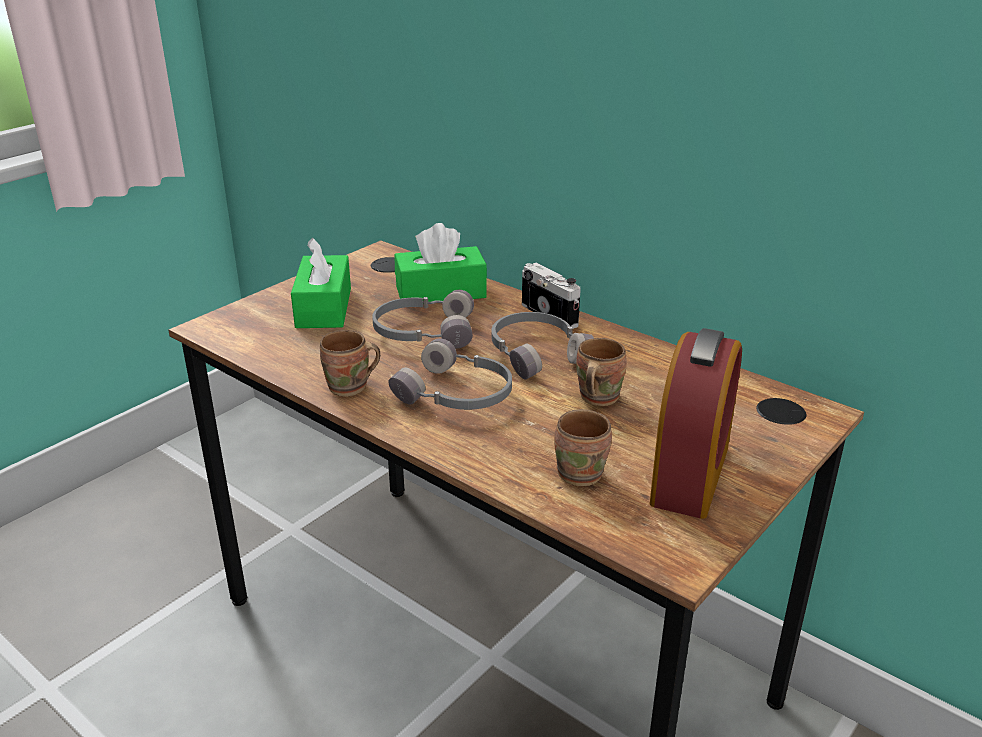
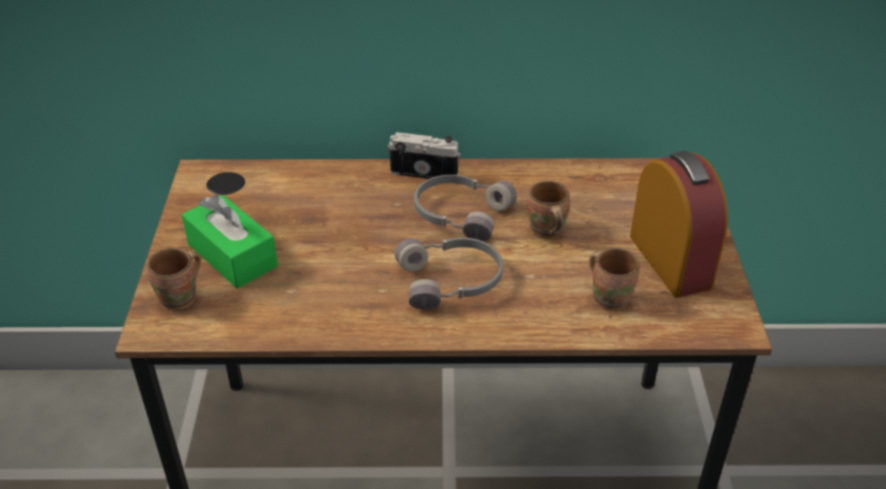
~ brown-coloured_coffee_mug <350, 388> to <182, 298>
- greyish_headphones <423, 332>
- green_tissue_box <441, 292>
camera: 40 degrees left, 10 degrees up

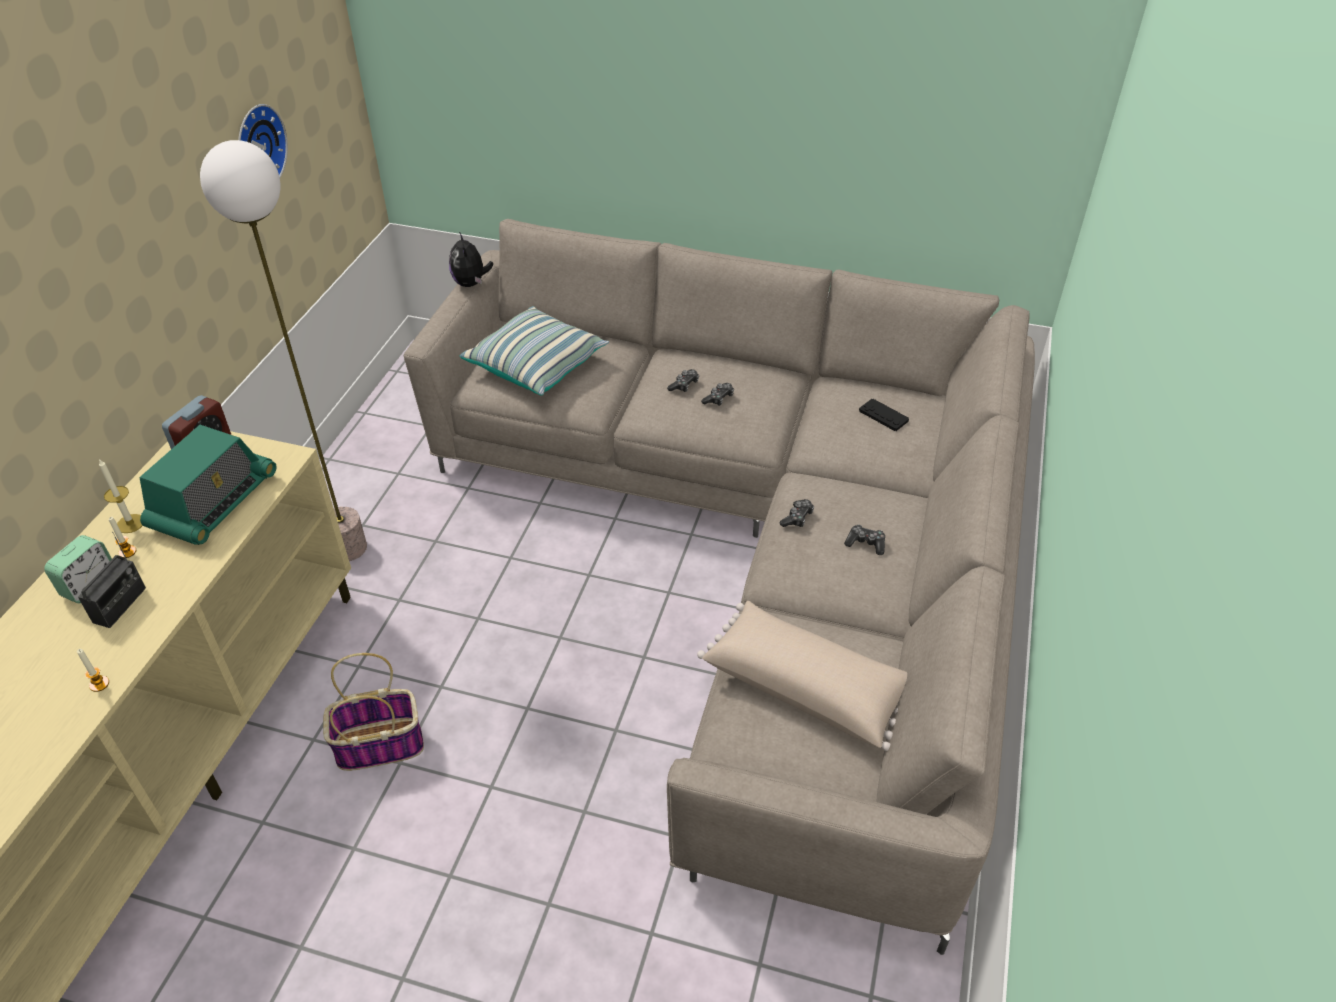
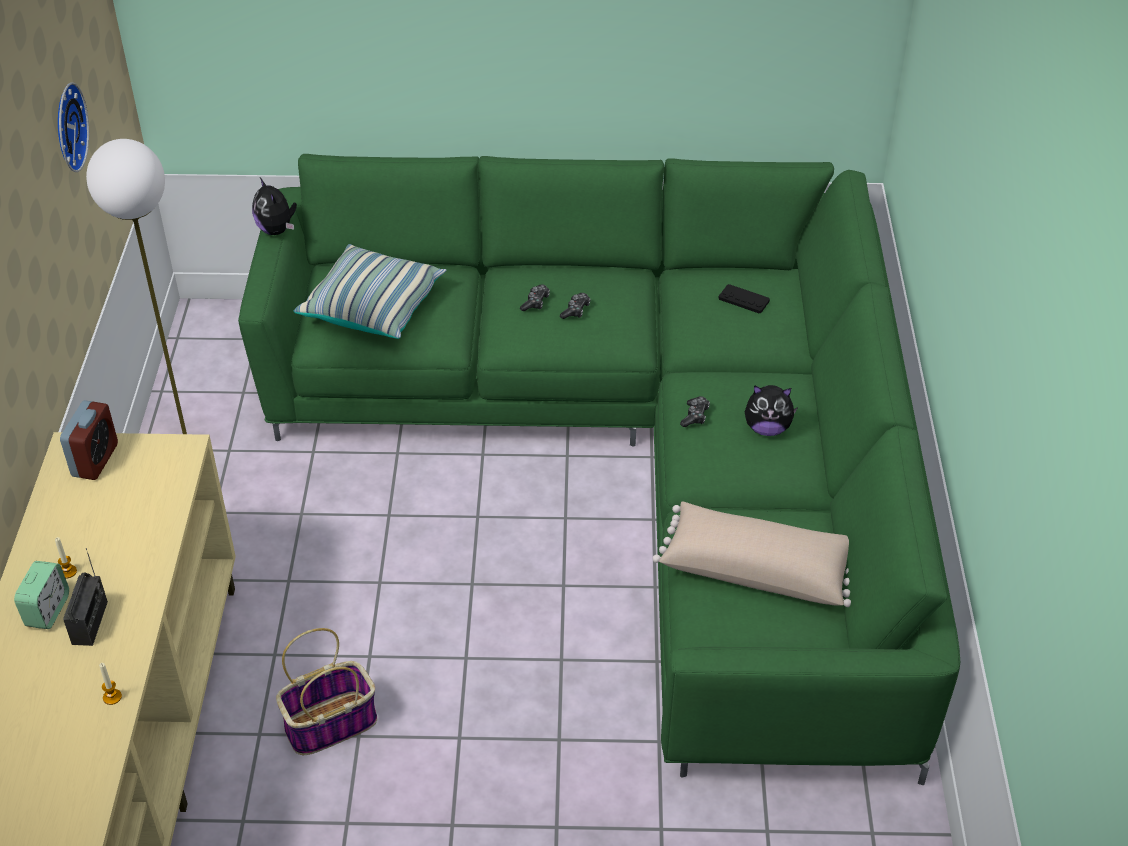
~ beige-coloured_settee <760, 552> to green_settee <642, 460>
~ game_controller <865, 543> to plush_toy <767, 428>
- wax_light <130, 523>
- radio_receiver <213, 503>
camera: 15 degrees left, 0 degrees up

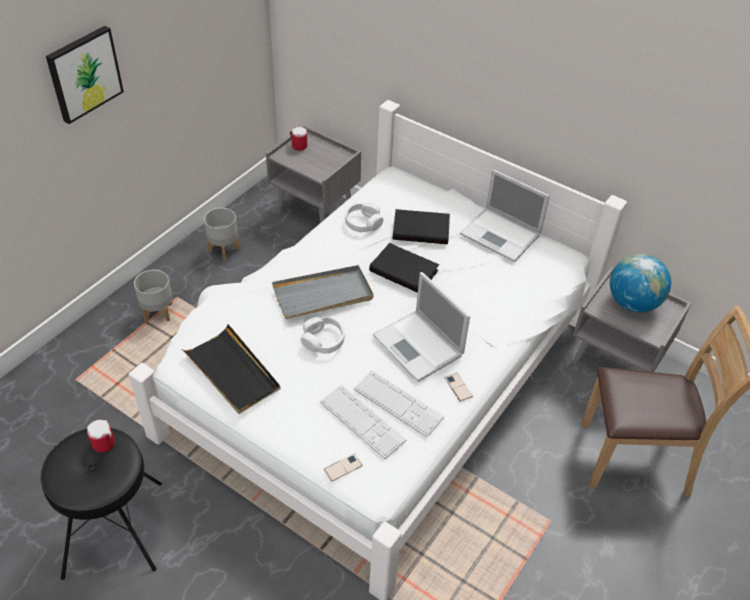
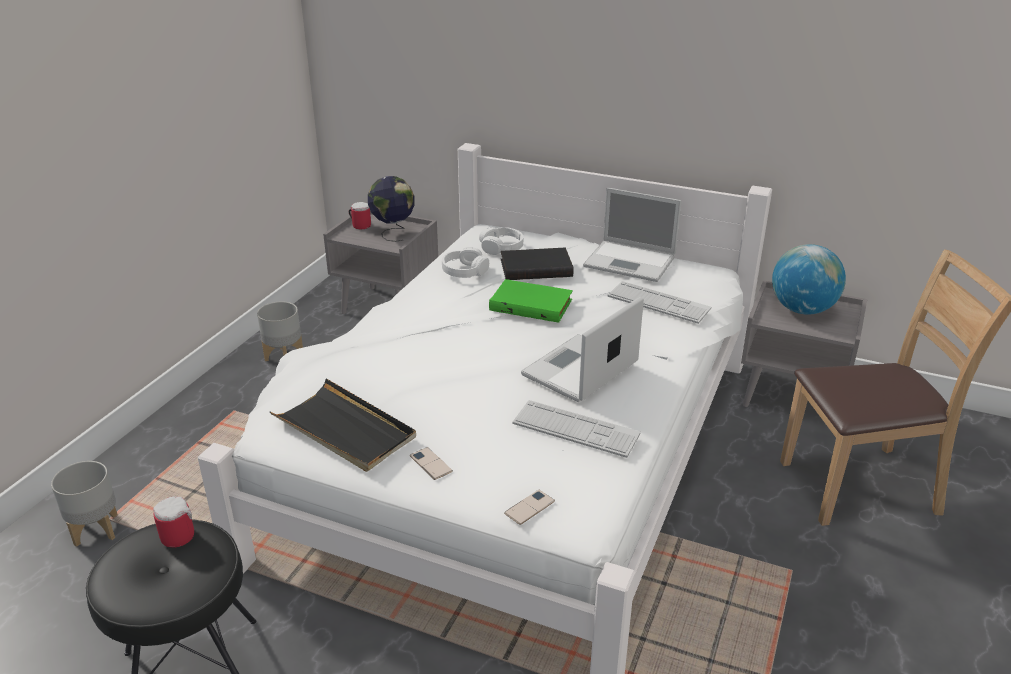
~ greyish_planter <158, 313> to <96, 531>
+ desk_globe <393, 233>
~ phone <458, 387> to <430, 464>
~ whitish_headphones <323, 340> to <501, 247>
~ black_book <405, 270> to green_book <532, 304>
~ portable_computer <419, 346> = <579, 370> 90 degrees clockwise
~ PC_keyboard <362, 421> to <658, 303>
- wall_picture <84, 73>
- greyish_serving_tray <323, 295>
camera: 10 degrees left, 15 degrees down

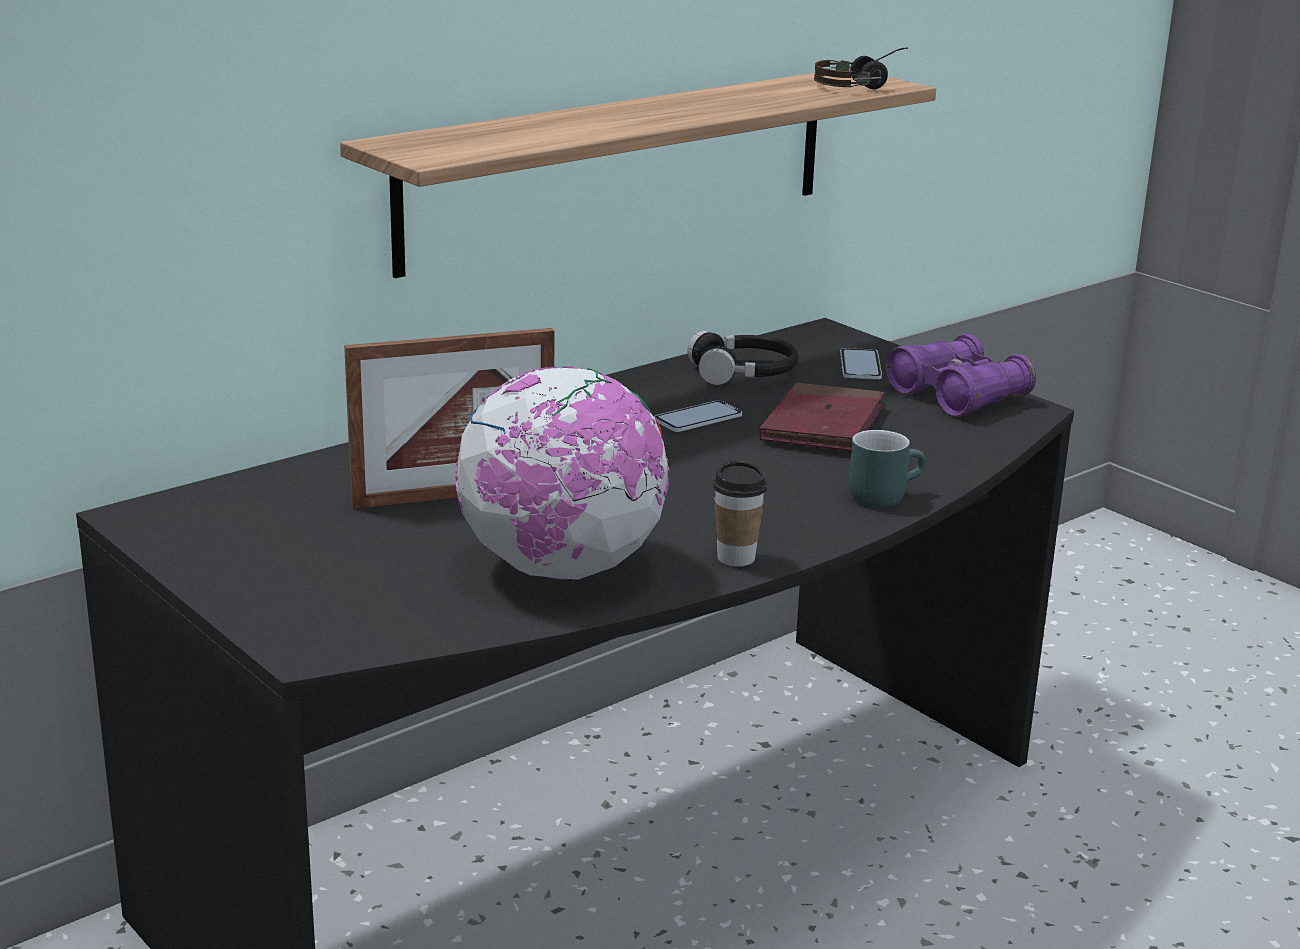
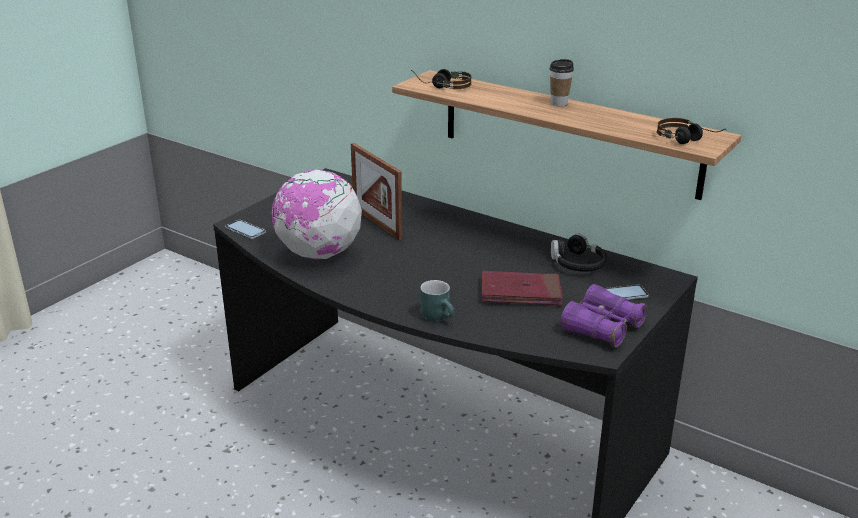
~ phone <698, 418> to <245, 230>
+ headphones <442, 86>
~ cup <736, 558> to <559, 103>
camera: 75 degrees right, 5 degrees up

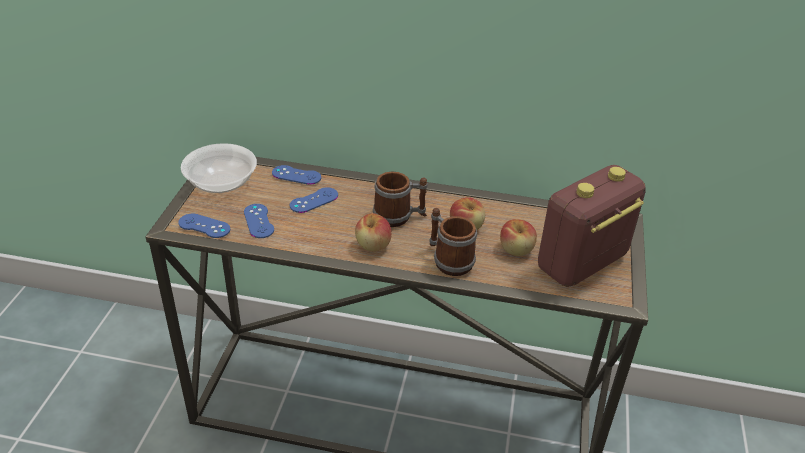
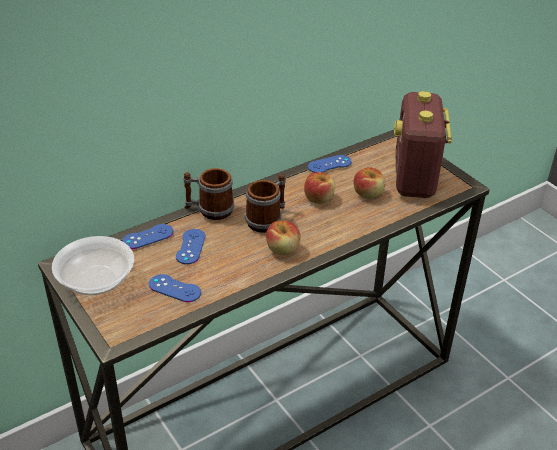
~ coffee_mug <448, 260> to <209, 210>
~ bluish_game_controller <204, 226> to <329, 164>
camera: 45 degrees left, 0 degrees up

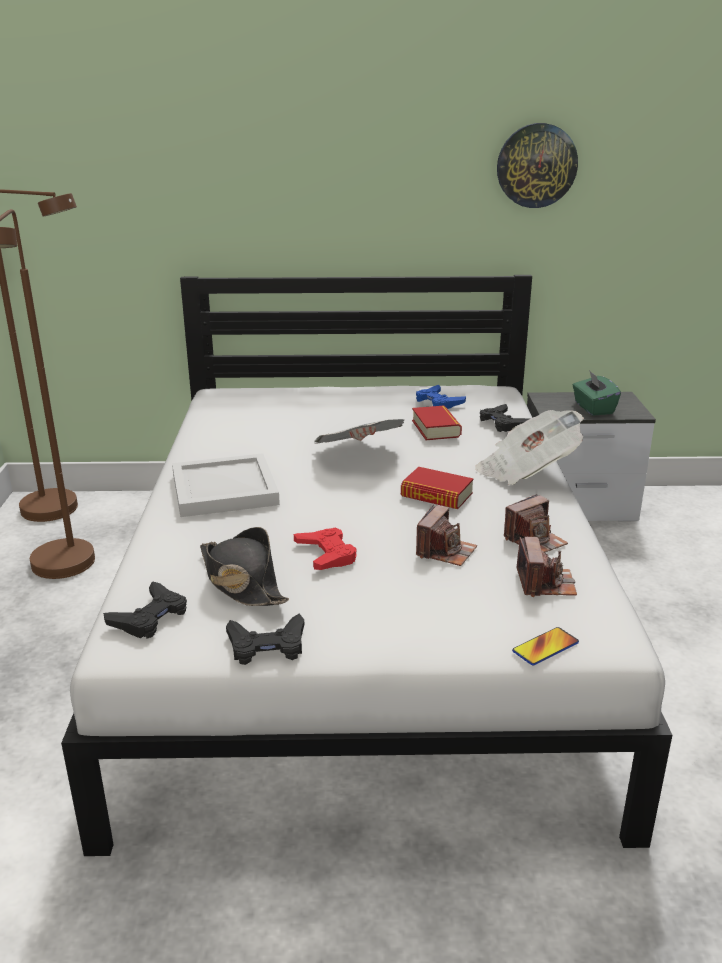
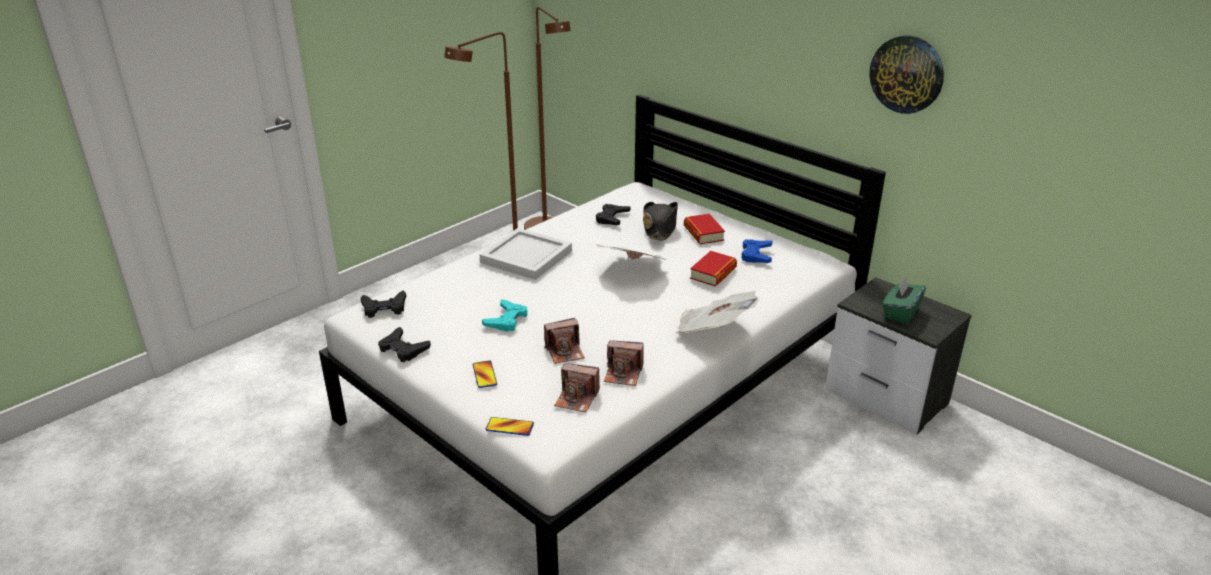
+ phone <484, 375>
~ reddish_game_controller <326, 554> to turquoise-coloured_game_controller <506, 320>
~ still_camera <545, 583> = <577, 398> 60 degrees clockwise
~ black_game_controller <503, 423> to <612, 218>
~ black_wearable_hat <241, 581> to <660, 227>
~ book <436, 495> to <703, 233>
camera: 45 degrees right, 5 degrees up

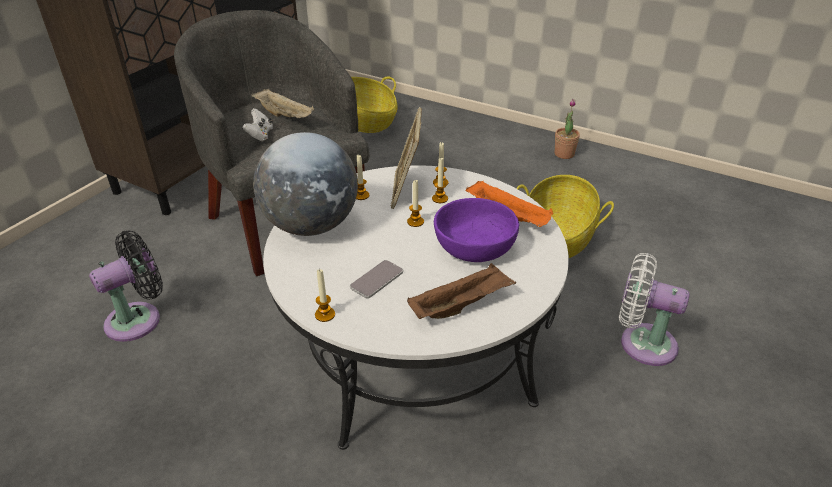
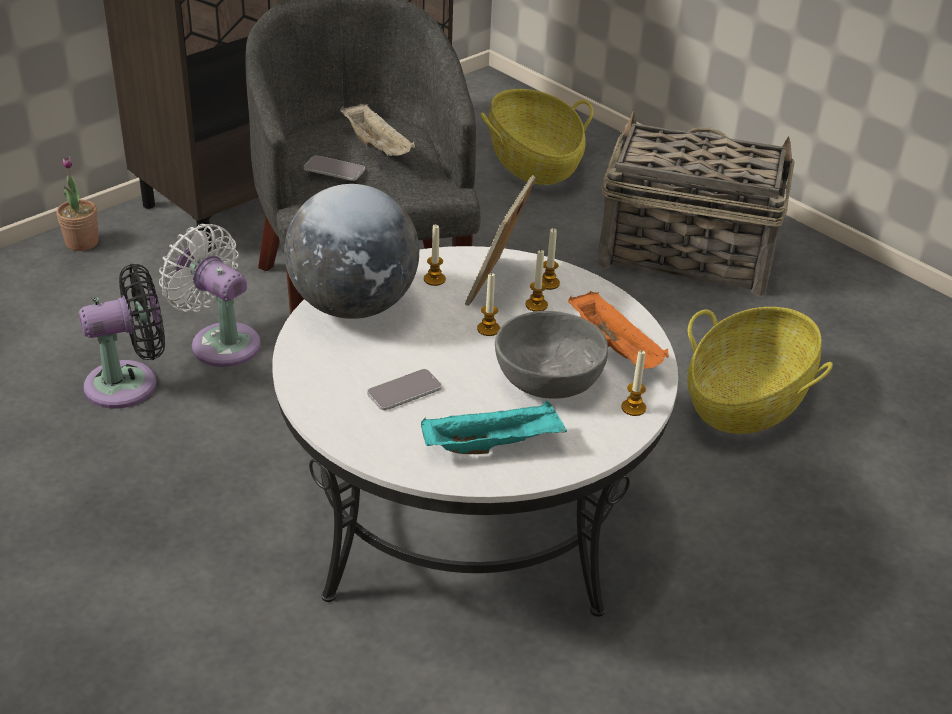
~ houseplant <564, 154> to <82, 242>
~ whitish_electric_fan <642, 343> to <220, 342>
~ whitish_game_controller <260, 135> to phone <334, 169>
~ brown-coloured_serving_tray <461, 305> to turquoise-coloured_serving_tray <493, 444>
~ purple-coloured_deep_dish <474, 247> to greyish_deep_dish <548, 377>
+ basket <684, 254>
~ wax_light <325, 315> to <633, 408>
camera: 15 degrees right, 0 degrees up

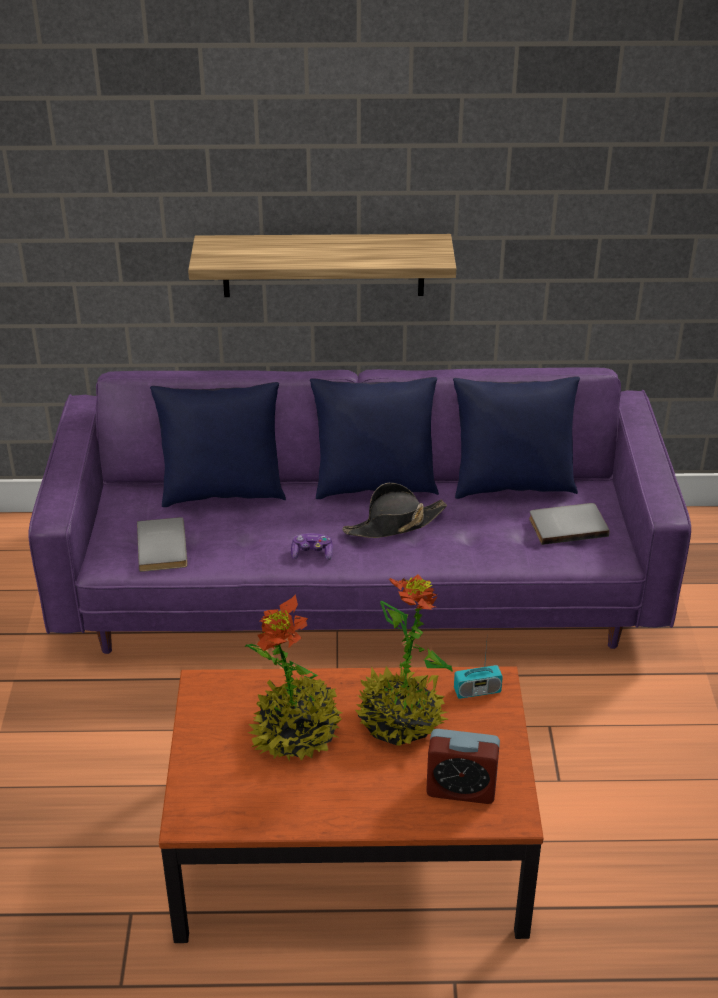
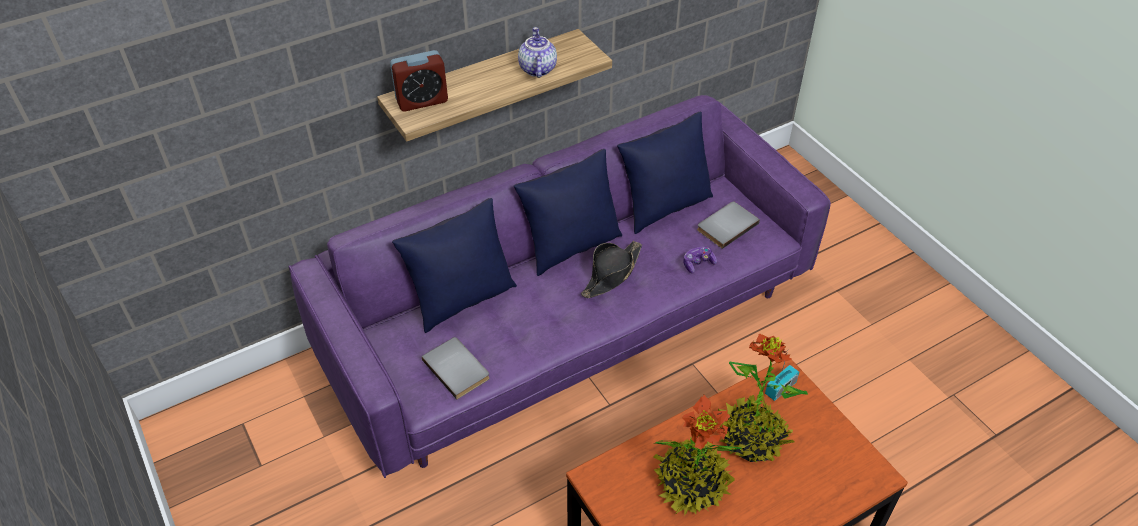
~ alarm_clock <461, 789> to <422, 101>
+ pot_for_tea <536, 69>
~ game_controller <312, 553> to <698, 263>
camera: 30 degrees left, 10 degrees up

